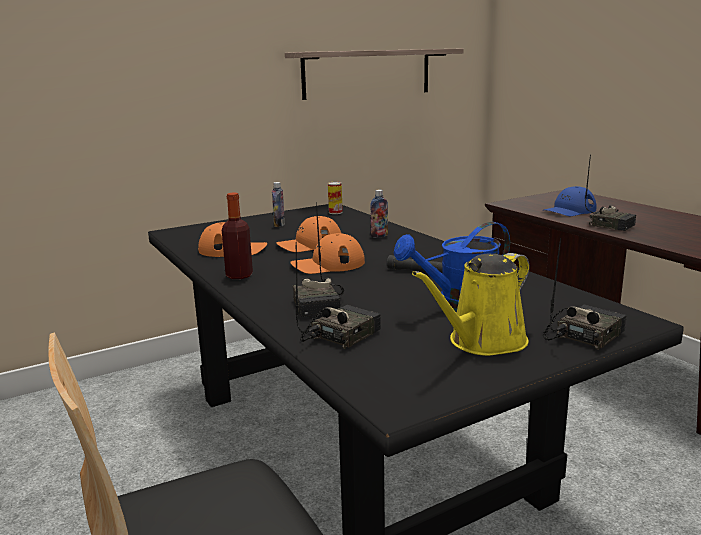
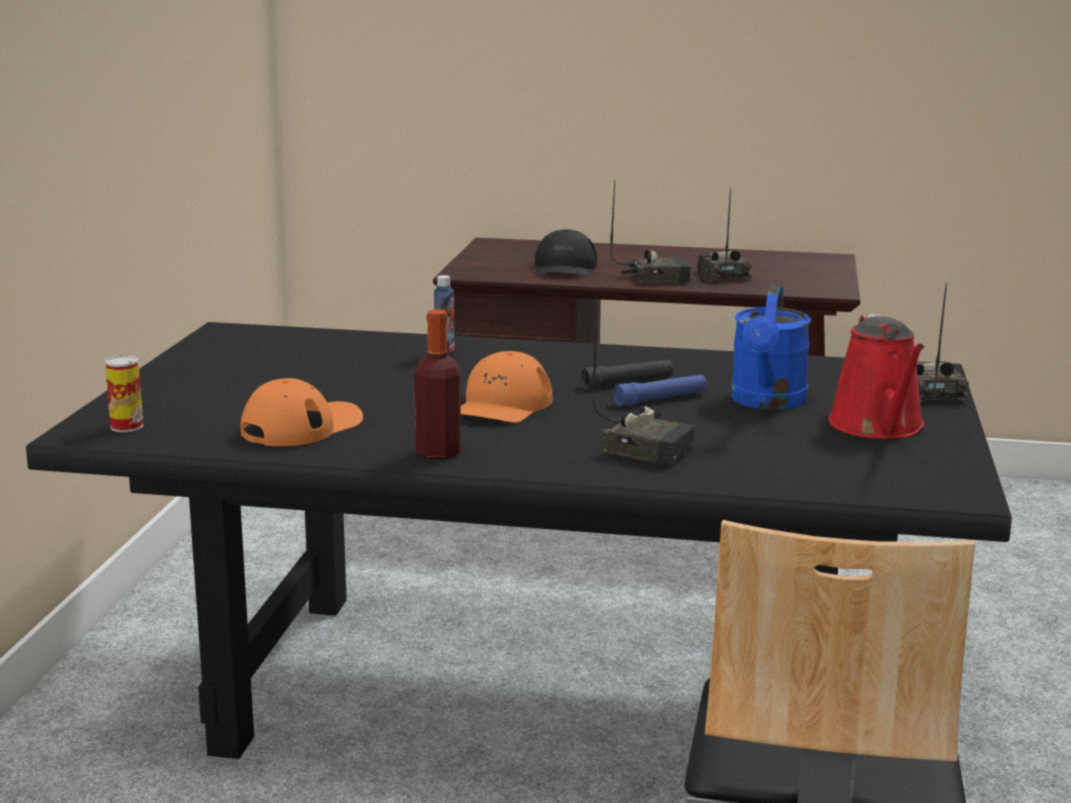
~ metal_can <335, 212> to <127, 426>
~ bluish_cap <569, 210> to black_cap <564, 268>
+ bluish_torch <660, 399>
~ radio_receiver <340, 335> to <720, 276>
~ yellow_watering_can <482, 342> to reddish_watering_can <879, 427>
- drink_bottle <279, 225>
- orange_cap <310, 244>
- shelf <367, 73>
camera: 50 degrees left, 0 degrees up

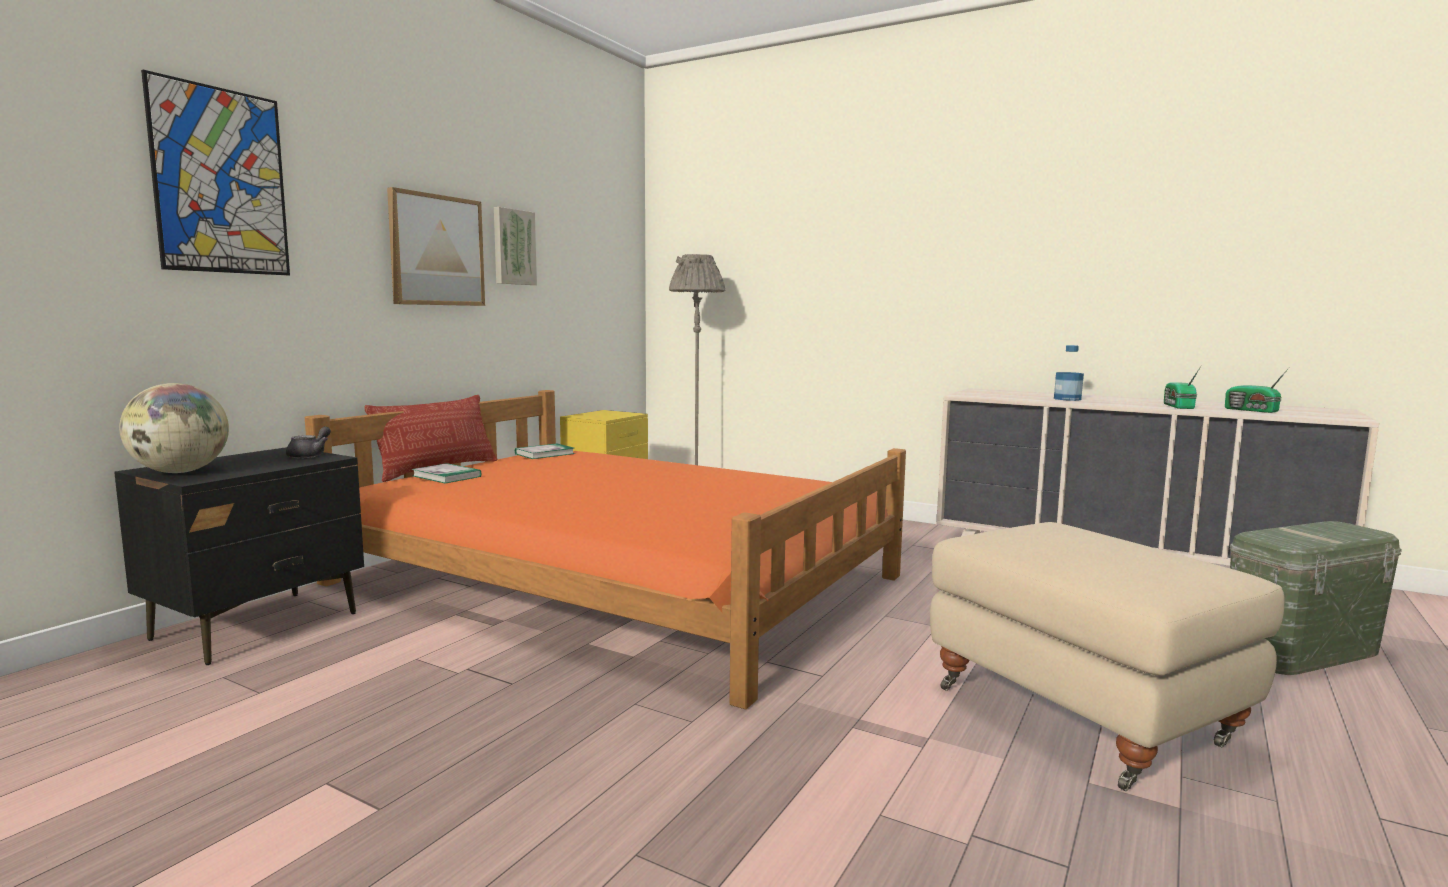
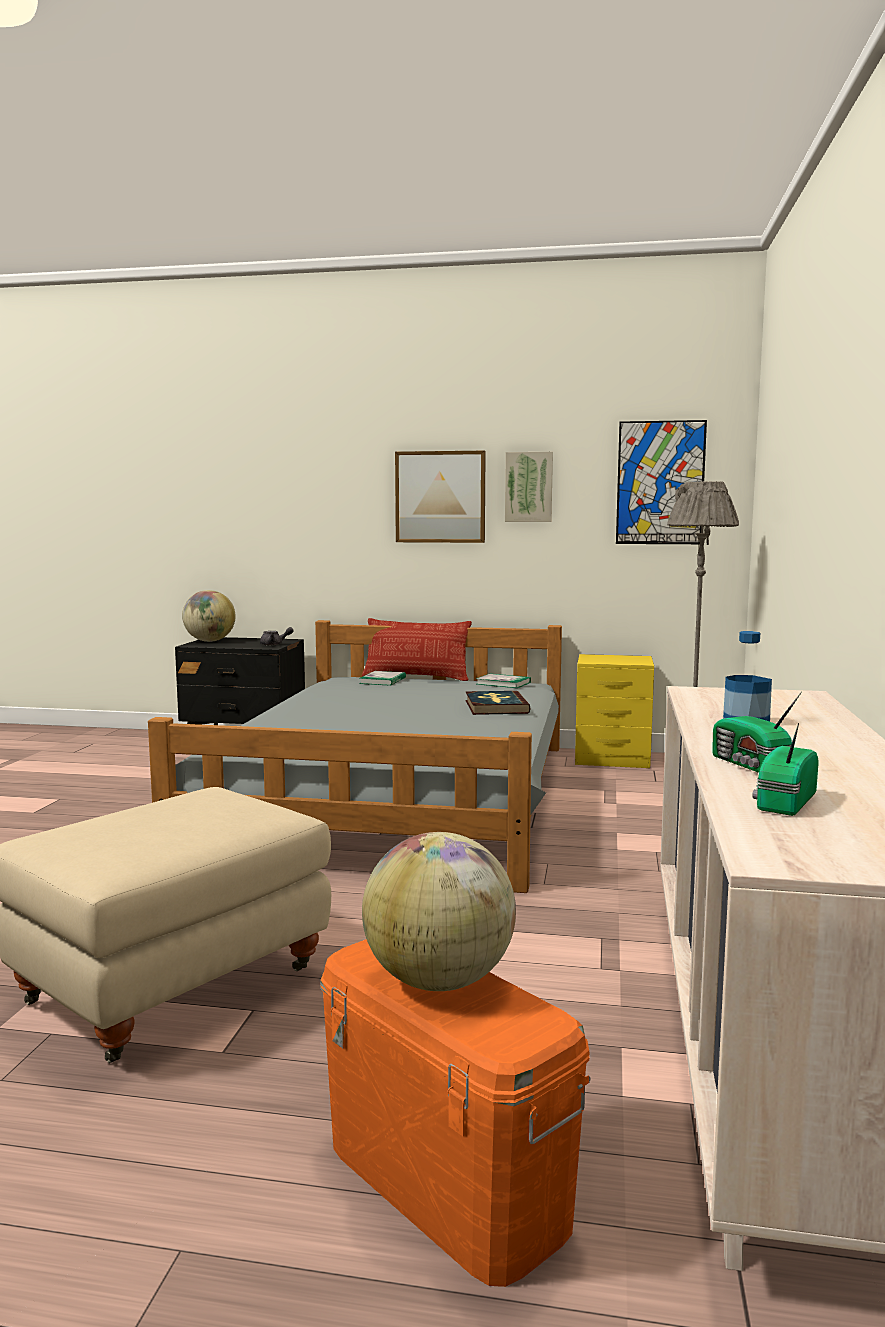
~ orange_bedroom_bed <618, 580> to greyish_bedroom_bed <398, 796>
~ green_storage_container <1301, 651> to orange_storage_container <444, 1183>
+ desk_globe <439, 981>
+ book <496, 707>
~ wall_picture <220, 181> to <660, 483>
~ radio_receiver <1177, 406> = <749, 765> 105 degrees counterclockwise
camera: 70 degrees right, 0 degrees up

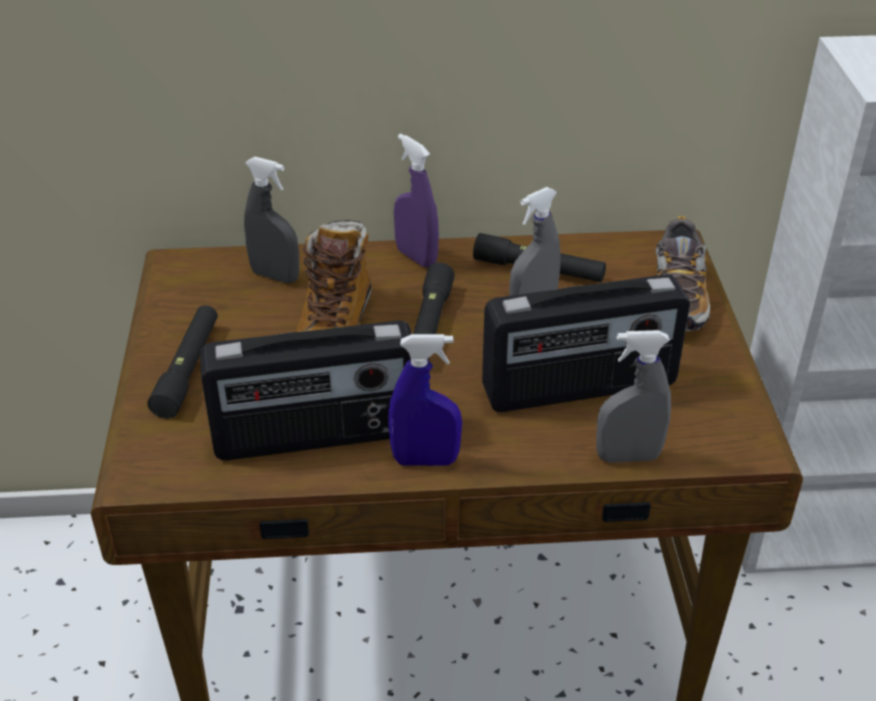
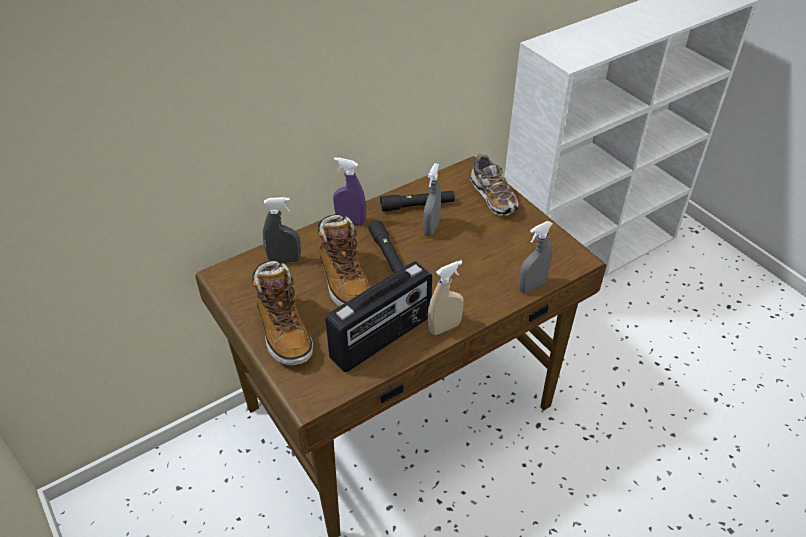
~ black_torch <188, 369> to high-top_boot <283, 331>
~ bluish_sprayer <425, 460> to beige-coloured_sprayer <444, 327>
- radio_receiver <579, 388>
camera: 30 degrees left, 5 degrees up

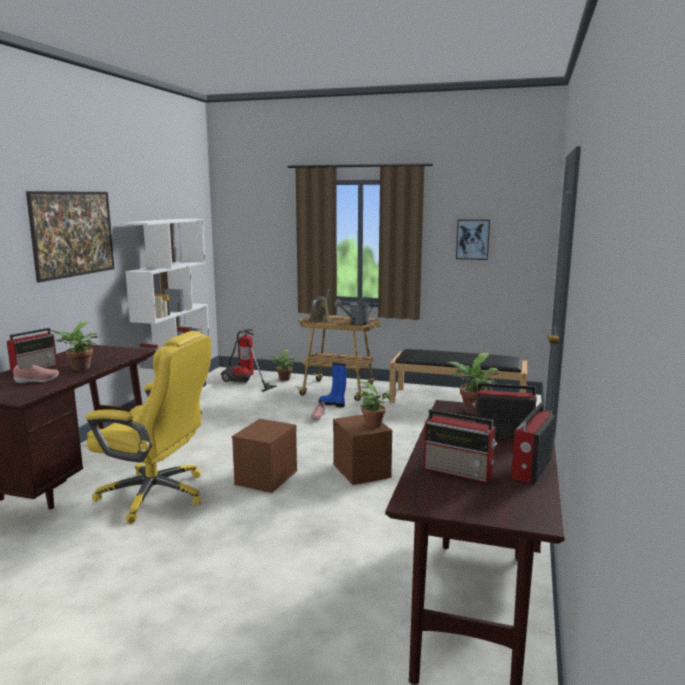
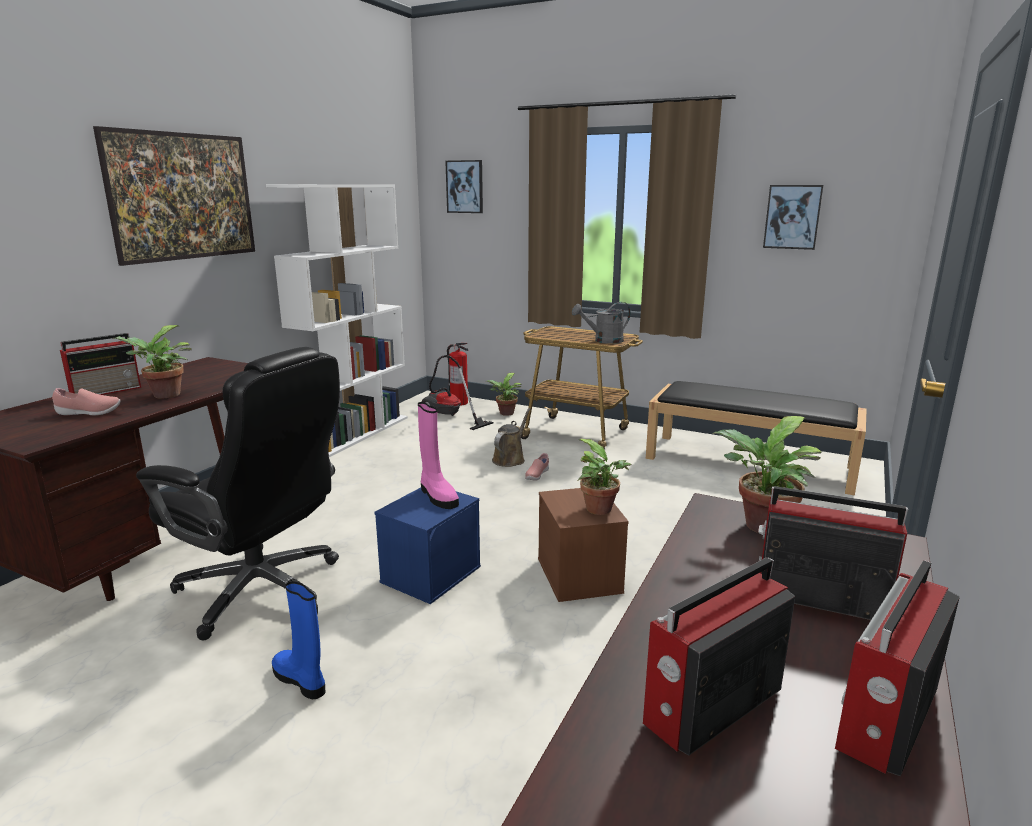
~ yellow_desk_chair <156, 495> to black_desk_chair <262, 590>
~ bluish_high-top_boot <332, 404> to <301, 680>
~ brown-coloured_storage_container <266, 477> to bluish_storage_container <431, 573>
+ pink-coloured_high-top_boot <437, 496>
+ wall_picture <465, 186>
~ brown-coloured_watering_can <320, 320> to <510, 459>
~ radio_receiver <459, 471> = <710, 706> 105 degrees clockwise
camera: 10 degrees right, 5 degrees up

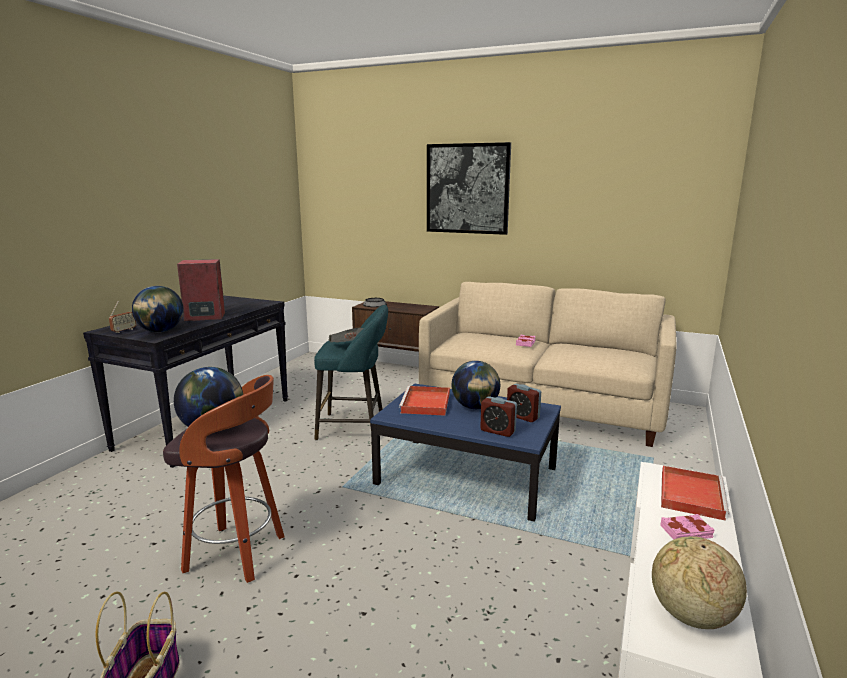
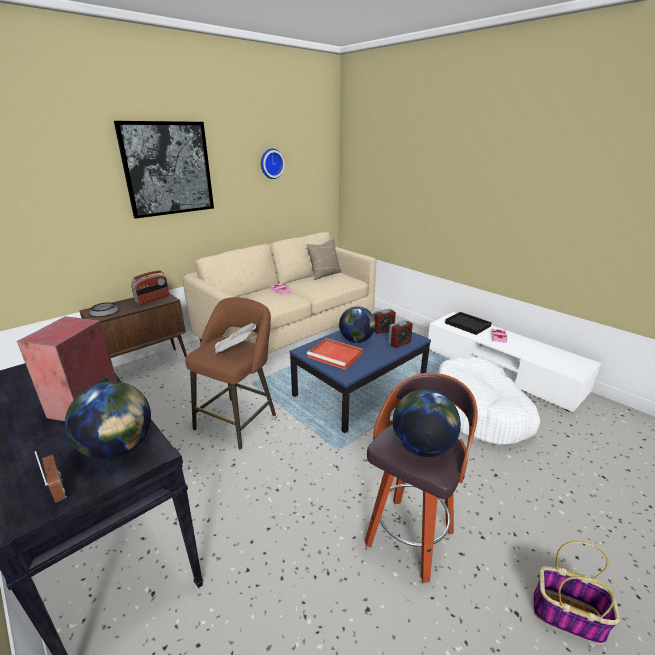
+ radio_receiver <152, 299>
~ turquoise-coloured_stool <355, 427> to brown-coloured_stool <238, 419>
+ clock_on_the_wall <271, 163>
+ beige-coloured_throw_pillow <324, 274>
+ whitish_pet_bed <480, 411>
~ reddish_serving_tray <690, 494> to black_serving_tray <466, 324>
- desk_globe <691, 615>
camera: 65 degrees left, 10 degrees up

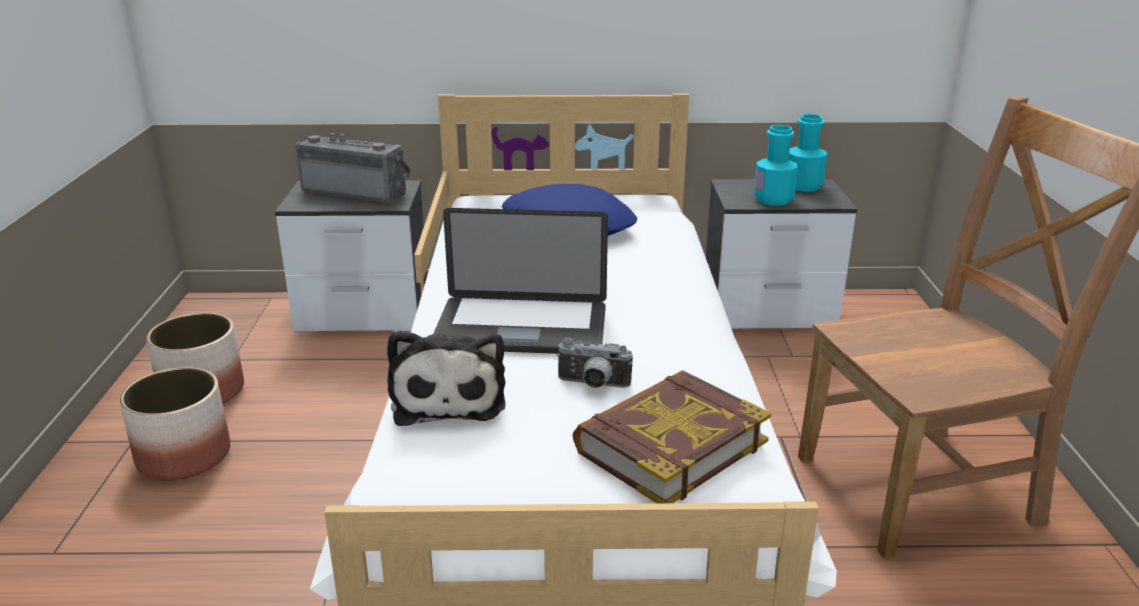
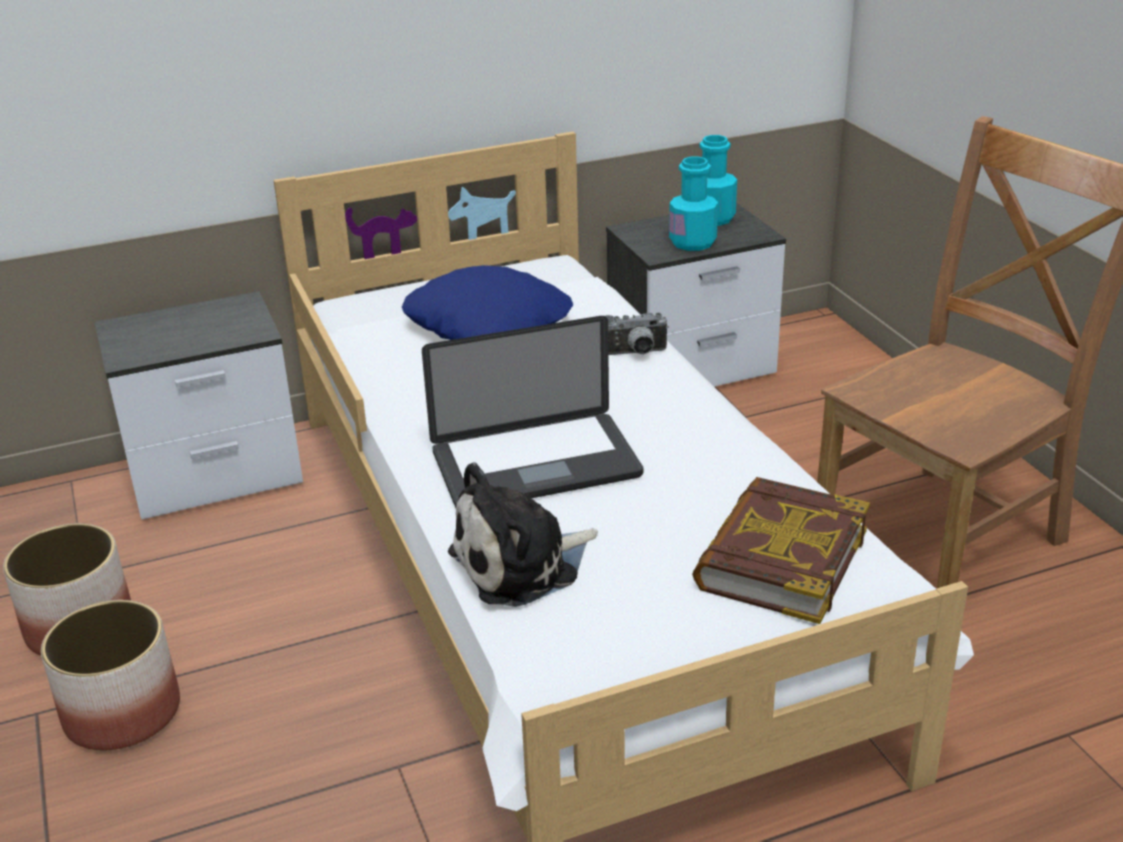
~ plush_toy <449, 397> = <522, 564> 90 degrees clockwise
~ still_camera <592, 385> to <635, 354>
- radio_receiver <357, 191>
camera: 20 degrees left, 5 degrees up

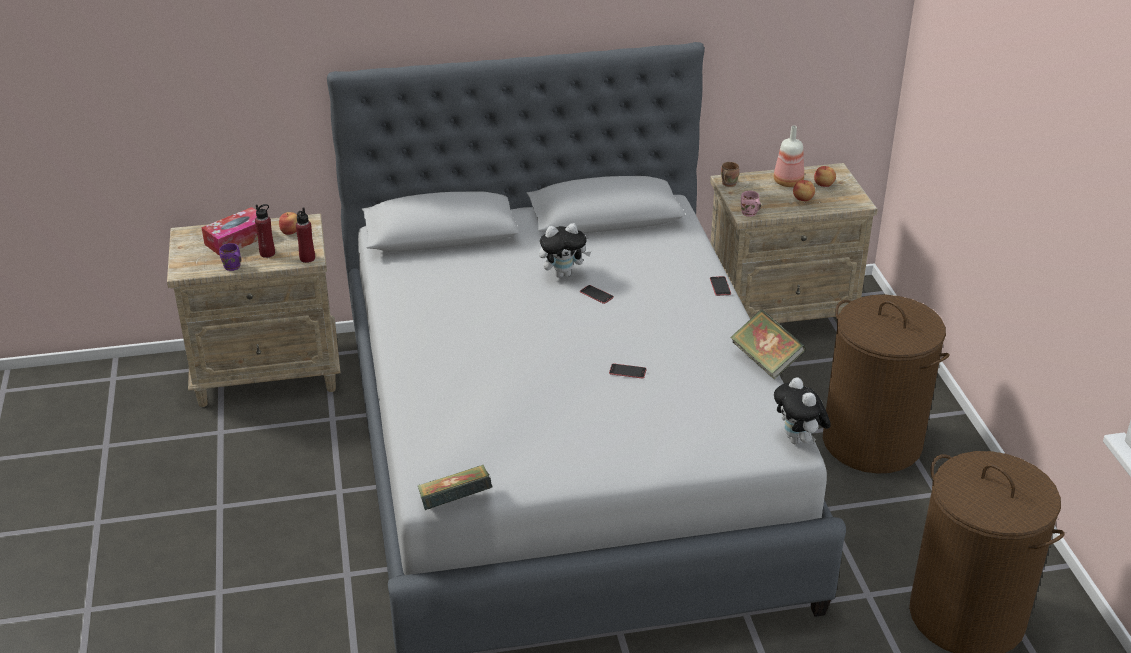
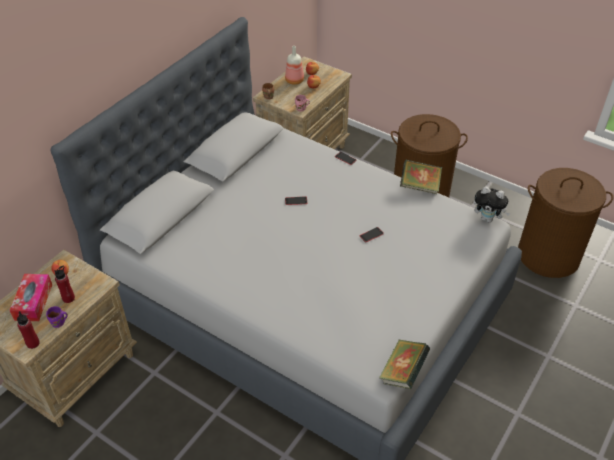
~ reddish_drink_bottle <307, 258> to <33, 343>
- plush_toy <563, 274>
camera: 45 degrees left, 10 degrees up

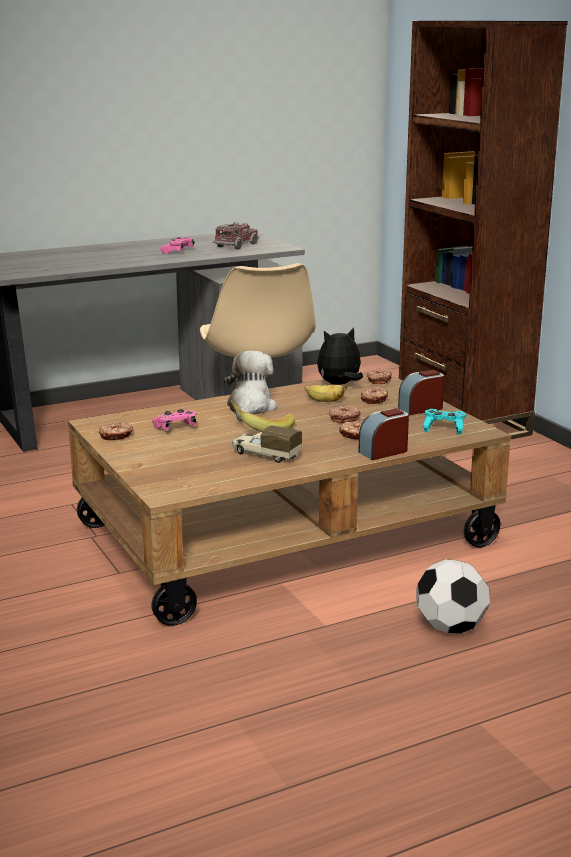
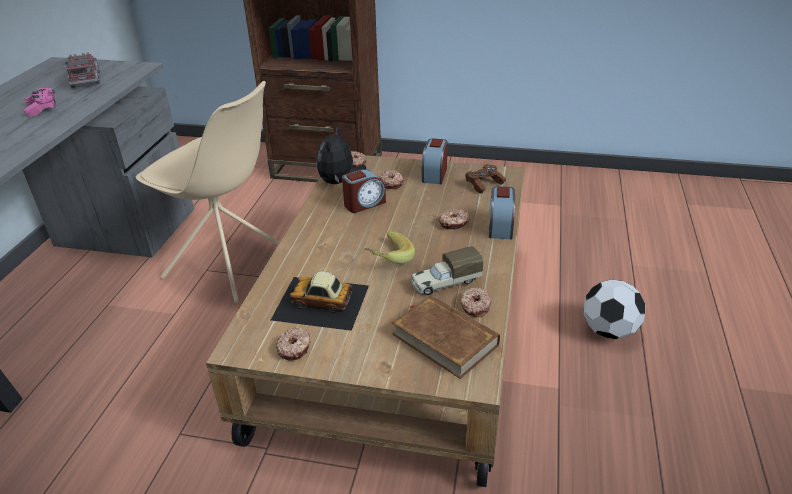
~ pink-coloured_game_controller <175, 428> to miniature_car <321, 302>
~ banana_fruit <324, 401> to alarm_clock <364, 204>
+ brown-coloured_book <445, 339>
~ doughnut <344, 418> to <474, 306>
~ turquoise-coloured_game_controller <443, 429> to brown-coloured_game_controller <484, 184>
- plush_toy <250, 408>
camera: 50 degrees left, 15 degrees up

